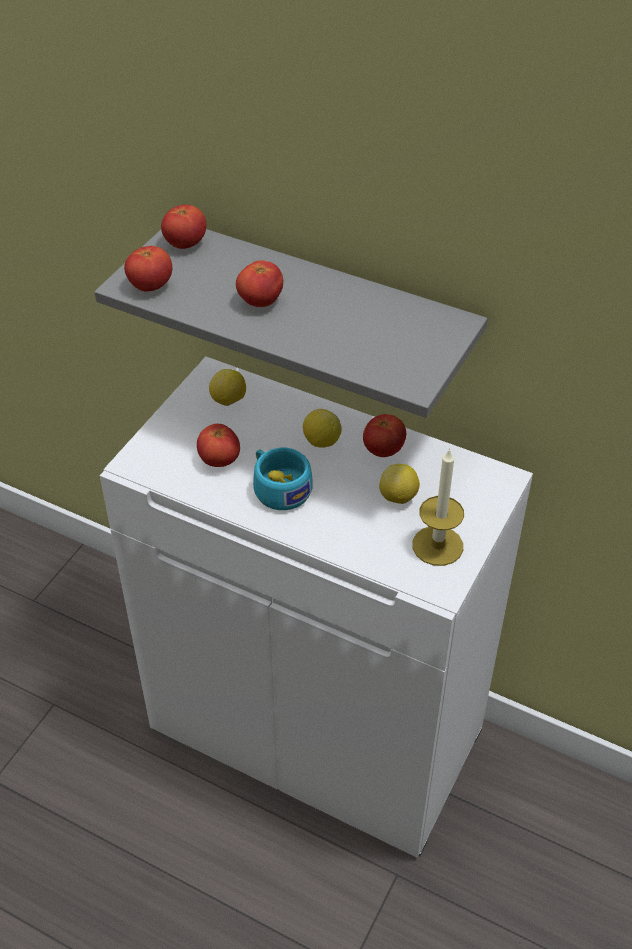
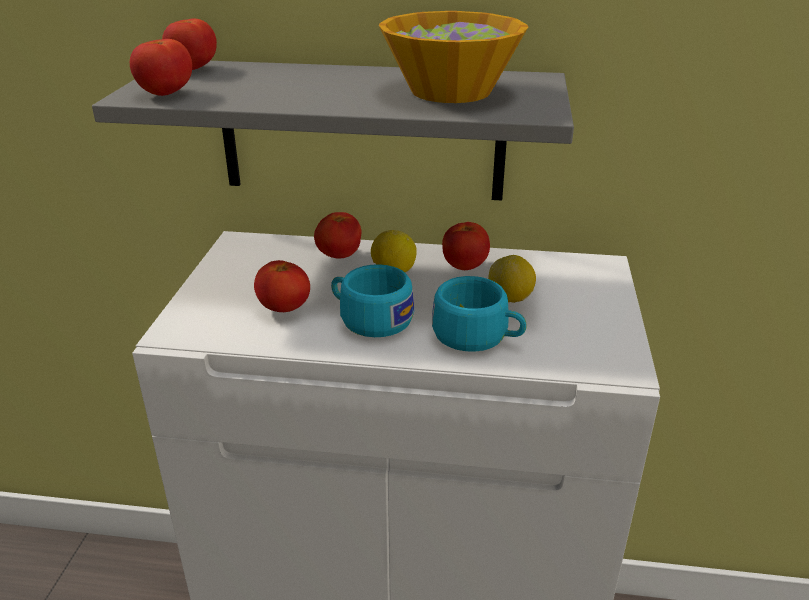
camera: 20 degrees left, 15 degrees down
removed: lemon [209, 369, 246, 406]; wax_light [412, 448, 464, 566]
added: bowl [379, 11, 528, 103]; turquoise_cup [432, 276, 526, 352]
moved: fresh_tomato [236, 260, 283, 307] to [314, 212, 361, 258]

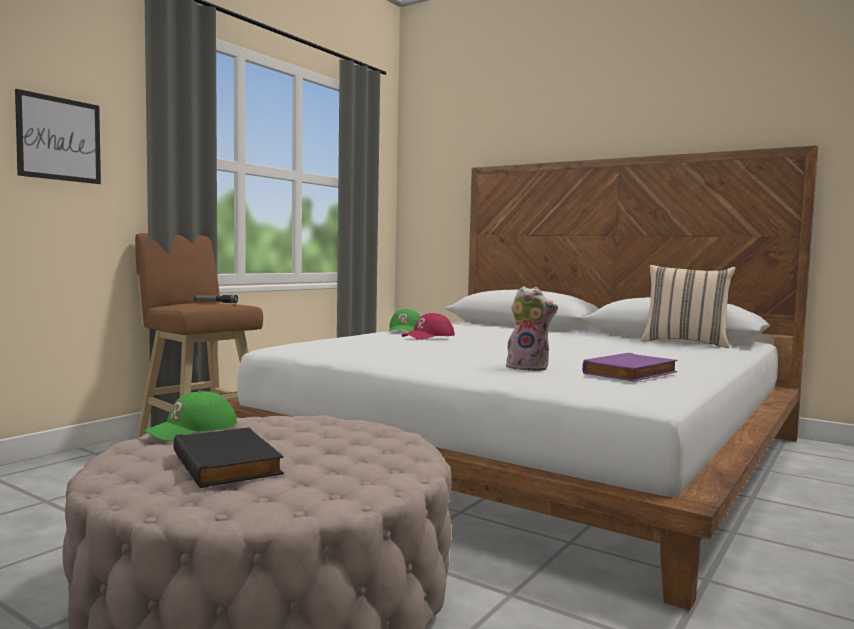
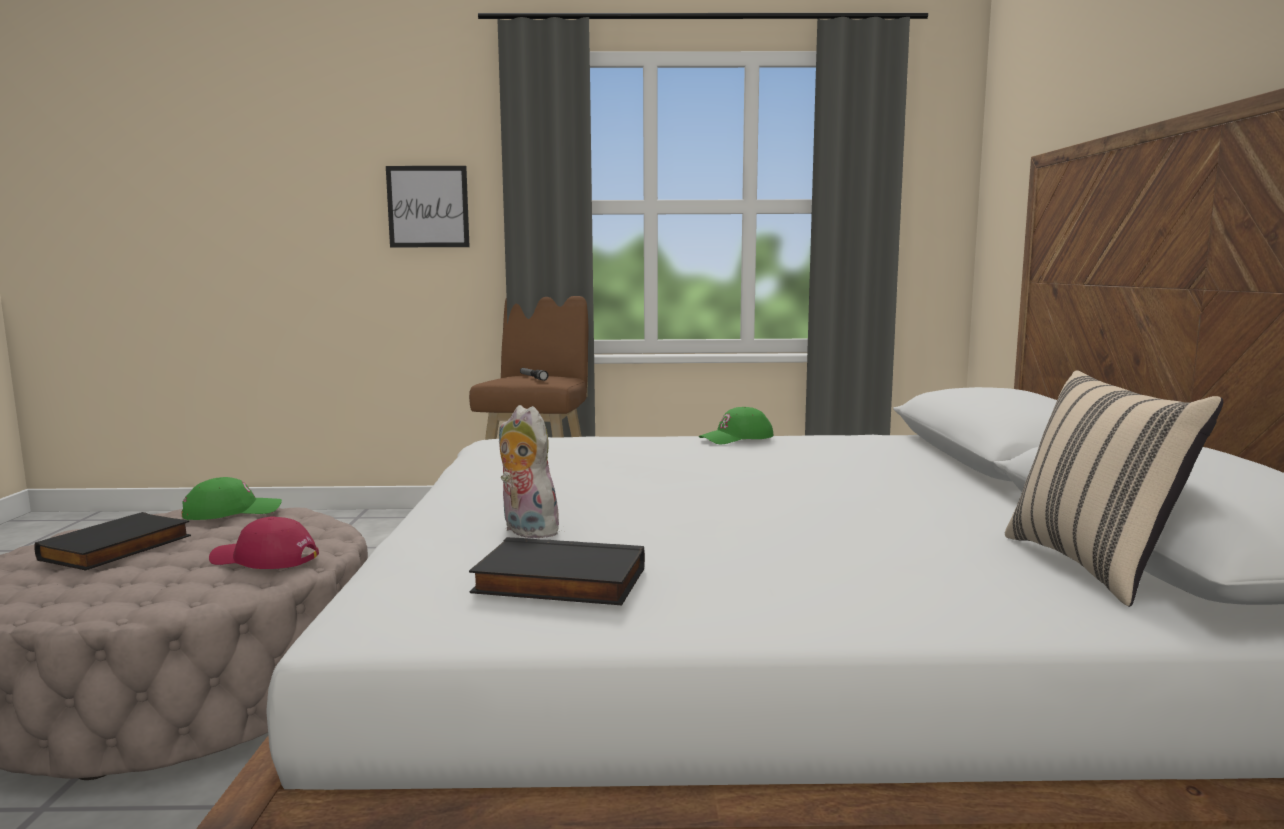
camera: 55 degrees right, 5 degrees up
moved: reddish_baseball_cap [401, 313, 455, 340] to [209, 517, 319, 569]
recoloured: purple_volume [582, 353, 678, 382] to black-coloured_volume [469, 537, 645, 605]
turned: plush_toy [506, 286, 558, 371] = [499, 405, 560, 539] 150 degrees clockwise; green-coloured_baseball_cap [142, 391, 237, 441] = [182, 477, 282, 520] 150 degrees clockwise

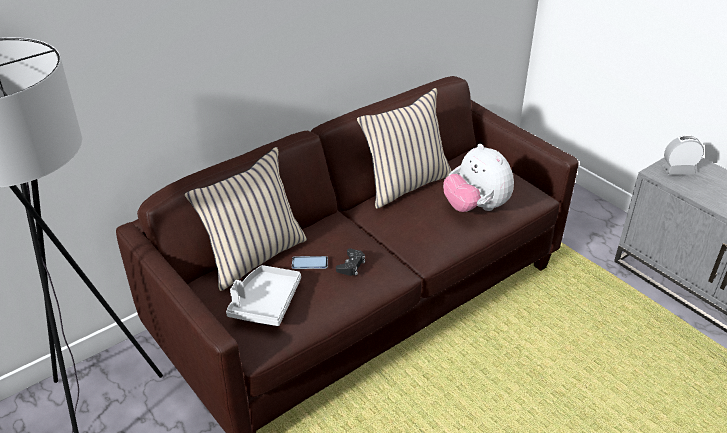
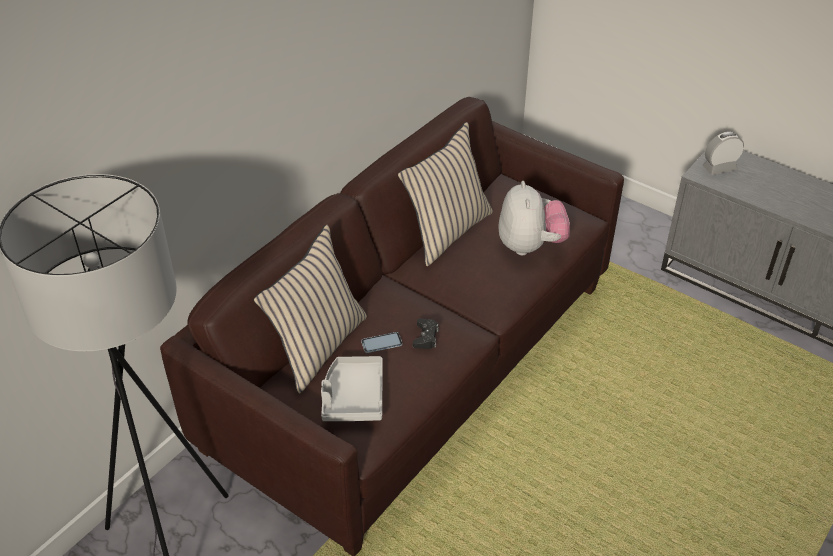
camera: 15 degrees left, 5 degrees up
turned: plush_toy [443, 144, 514, 212] = [498, 181, 570, 256] 135 degrees counterclockwise

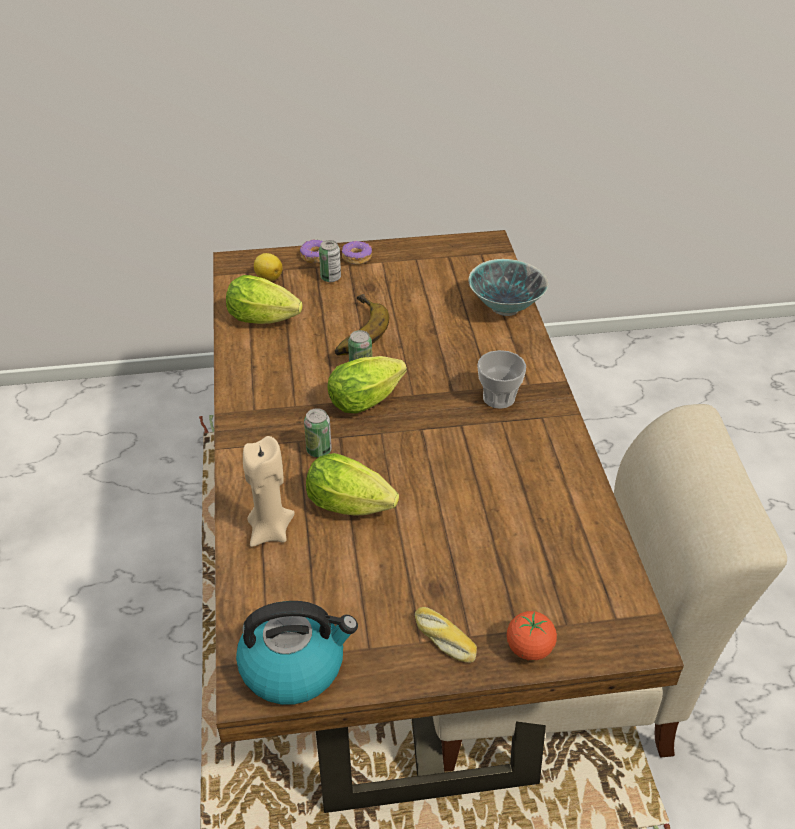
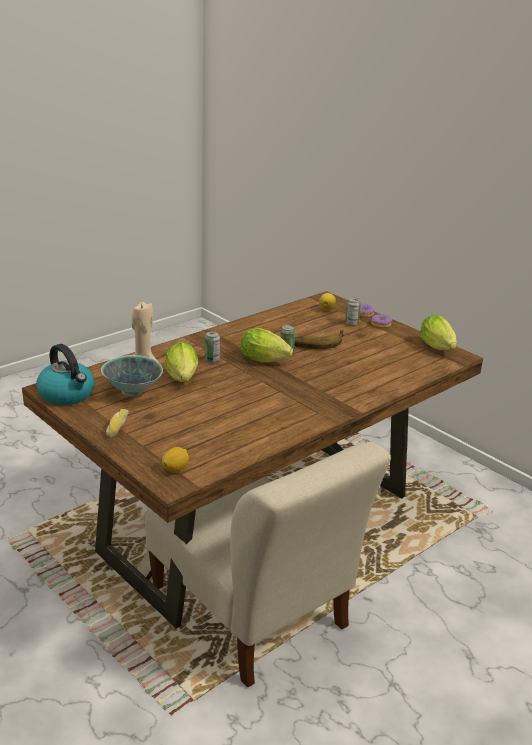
camera: 55 degrees right, 15 degrees down
removed: cup [477, 350, 526, 409]; fresh_tomato [507, 611, 557, 661]
added: lemon [162, 447, 189, 472]
moved: bowl [468, 259, 549, 316] to [101, 355, 163, 397]; lettuce_head [226, 275, 303, 324] to [420, 315, 457, 350]

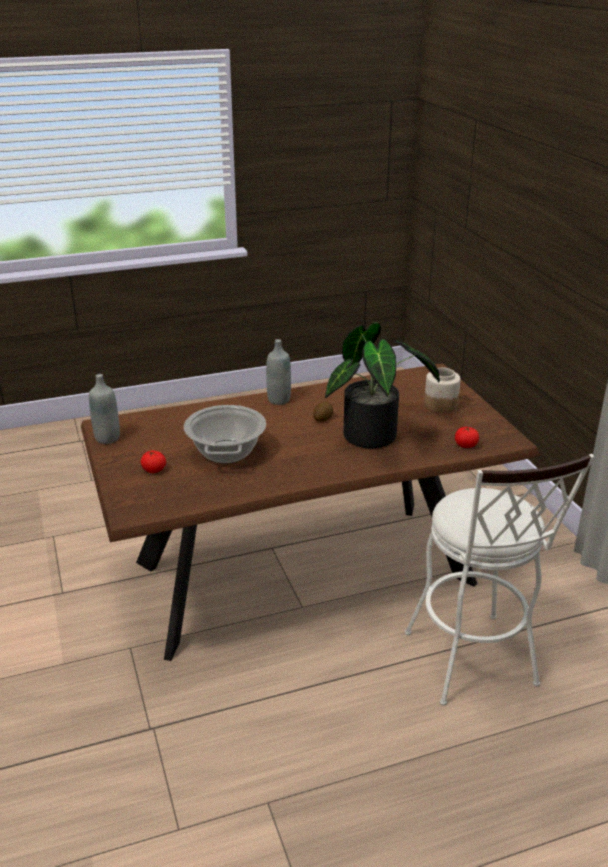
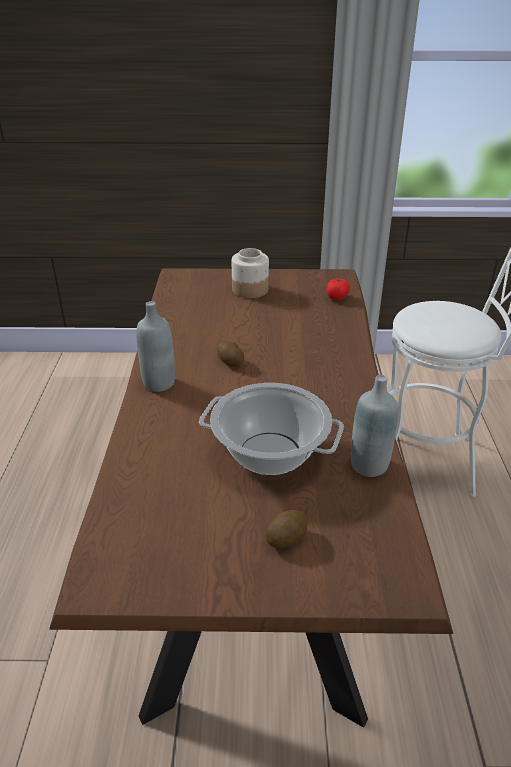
camera: 70 degrees left, 5 degrees up
removed: plant_in_a_pot [325, 322, 440, 448]
moved: grey_bottle [89, 374, 120, 444] to [351, 375, 398, 477]
replaced: fresh_tomato [141, 450, 166, 473] to potato [266, 510, 308, 548]

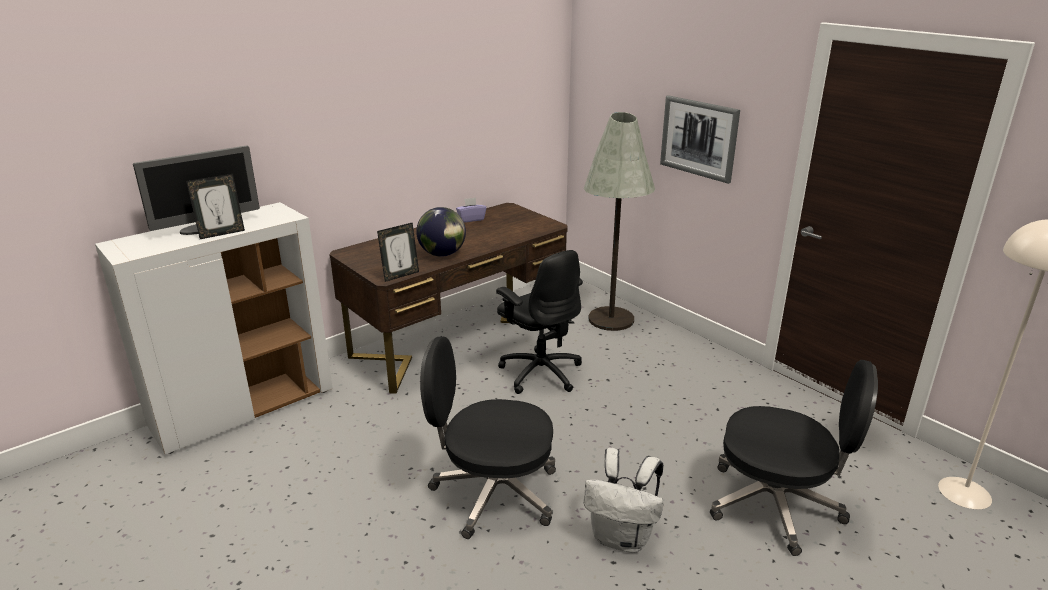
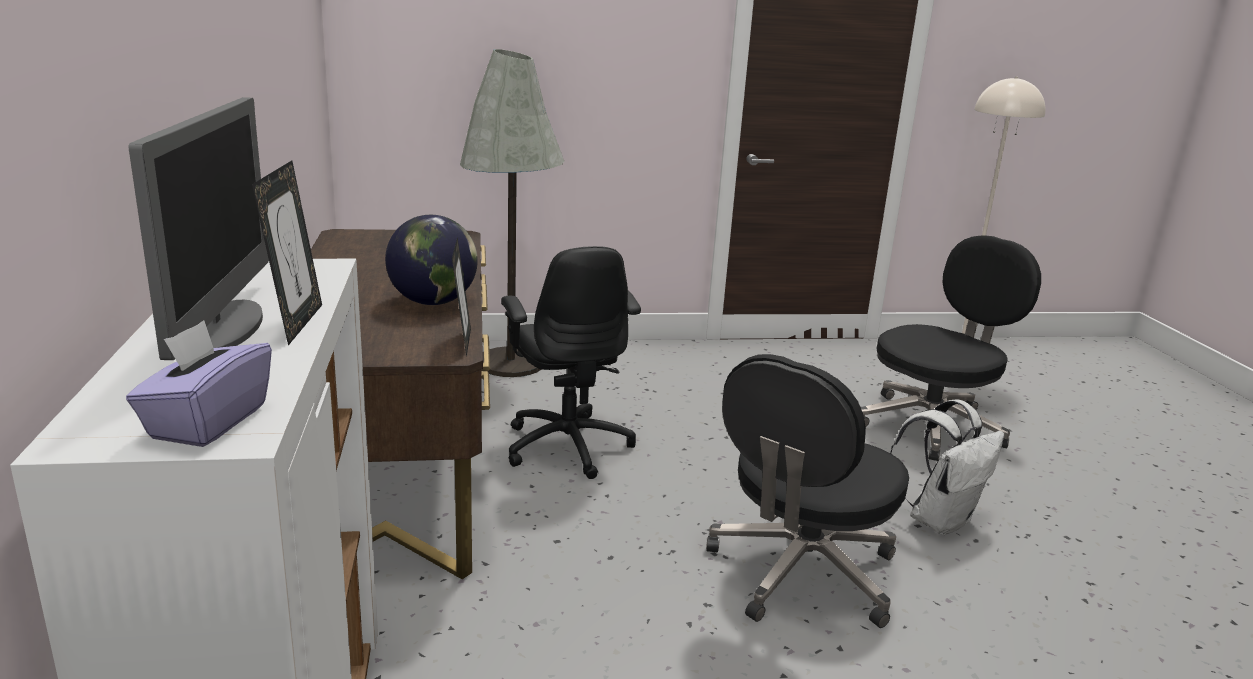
camera: 60 degrees left, 5 degrees down
removed: wall_picture [660, 95, 740, 184]
moved: purple_tissue_holder [456, 198, 486, 222] to [126, 321, 272, 447]
turned: black-coloured_office_chair [496, 250, 583, 394] = [501, 246, 641, 479] 75 degrees clockwise

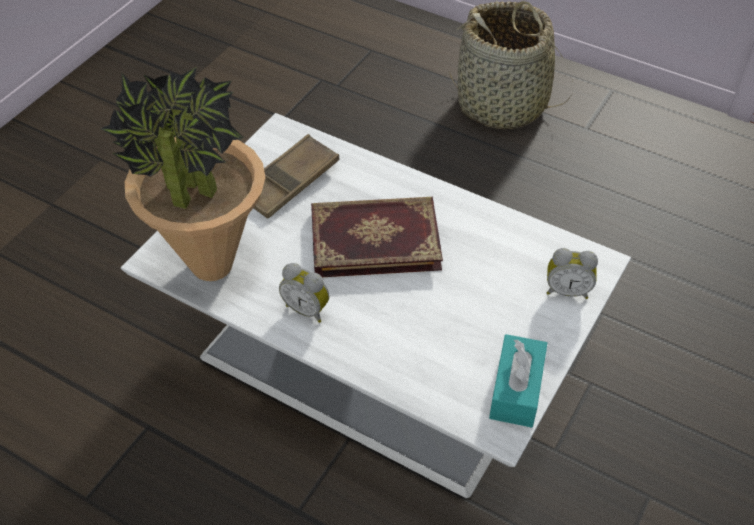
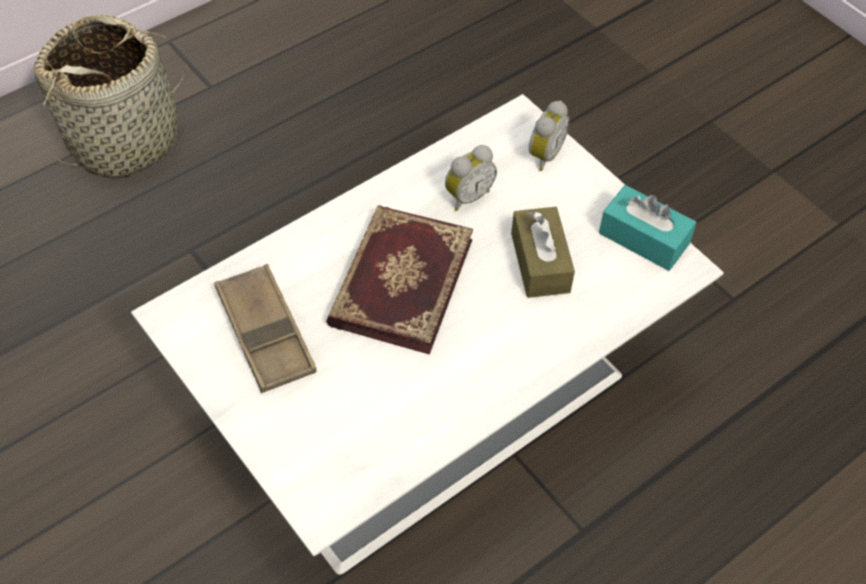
camera: 70 degrees left, 5 degrees up
removed: plant_in_a_pot [100, 67, 265, 281]
added: brown_tissue_holder [511, 207, 575, 298]
moved: table_clock [279, 263, 329, 323] to [445, 145, 497, 211]

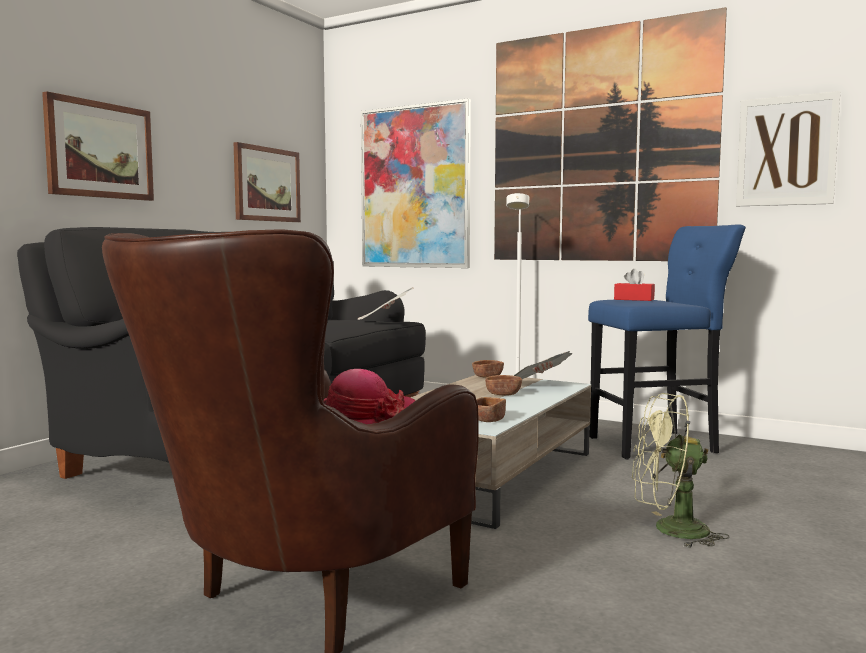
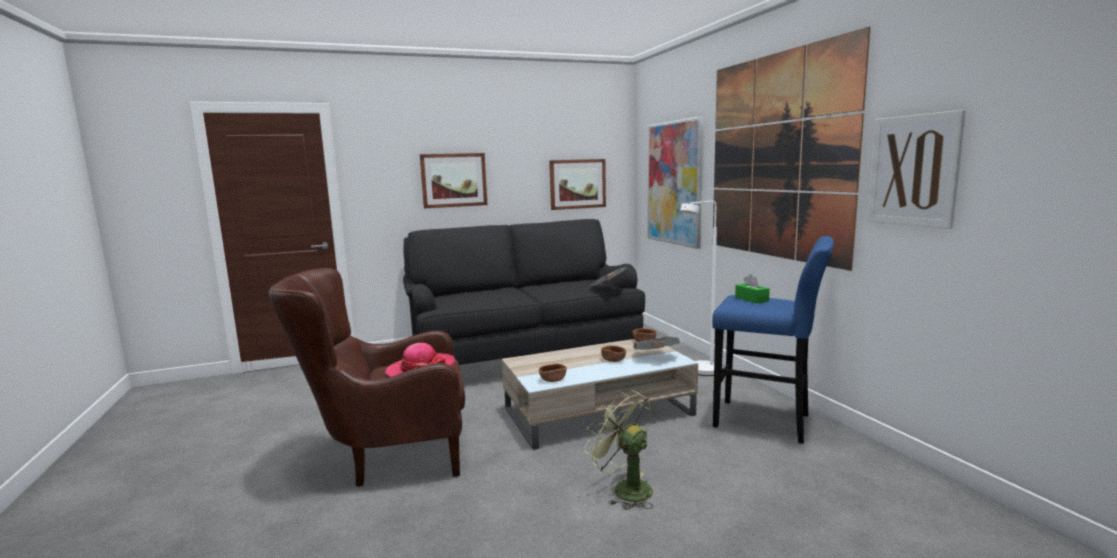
camera: 40 degrees right, 5 degrees up
recoloured: reddish_tissue_holder [614, 269, 655, 301] to green-coloured_tissue_holder [735, 274, 770, 304]

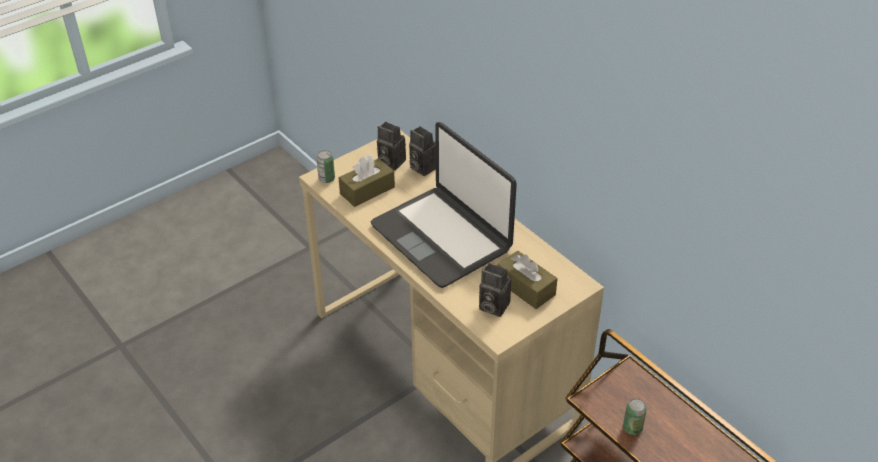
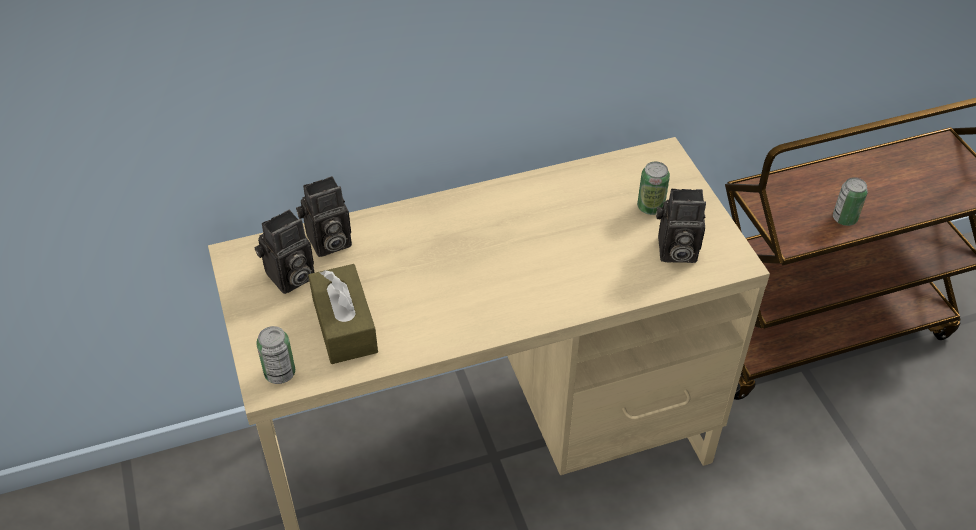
camera: 70 degrees left, 5 degrees up
removed: laptop [370, 122, 517, 288]
replaced: brown_tissue_holder [498, 251, 557, 309] to sealed_can [637, 161, 670, 215]
turned: photo_camera [479, 263, 511, 317] = [656, 189, 706, 263] 45 degrees clockwise

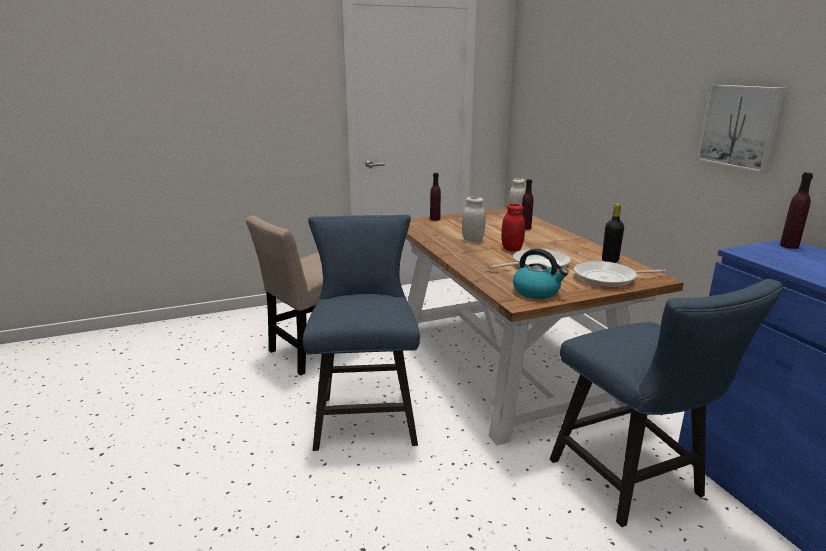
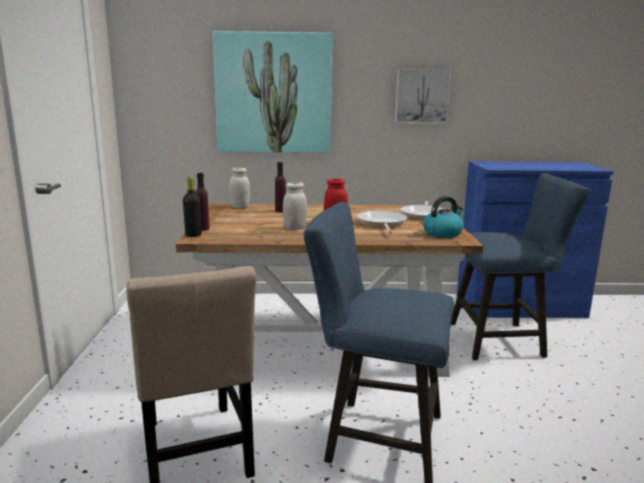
camera: 70 degrees left, 5 degrees down
removed: purple_bottle [780, 172, 813, 249]
added: wall_picture [213, 31, 332, 153]
moved: black-coloured_bottle [602, 203, 624, 263] to [183, 177, 202, 237]

